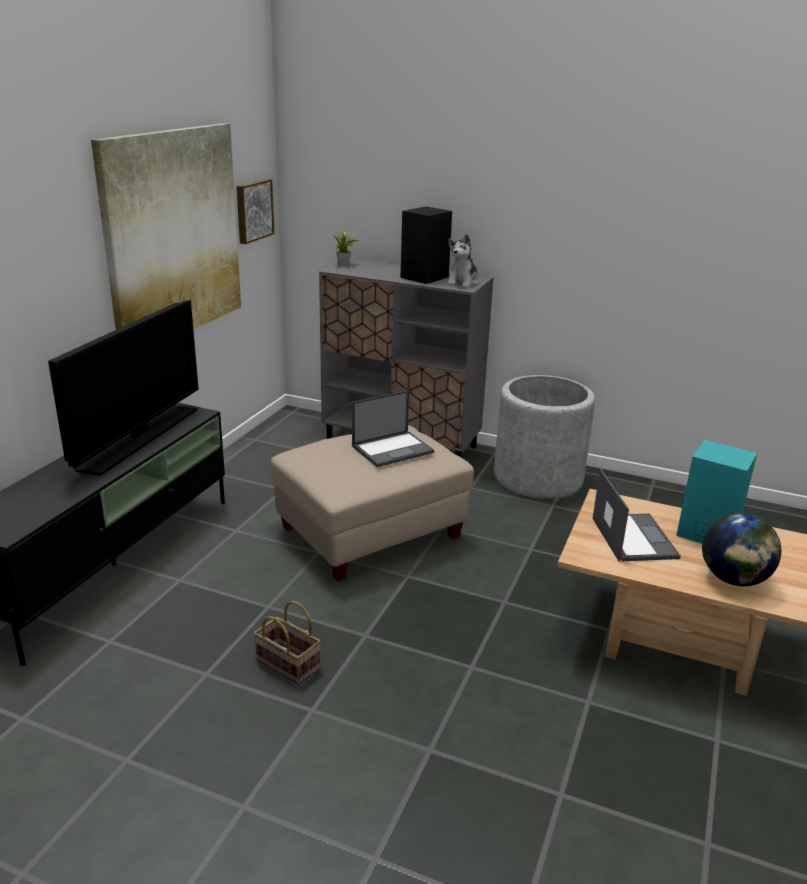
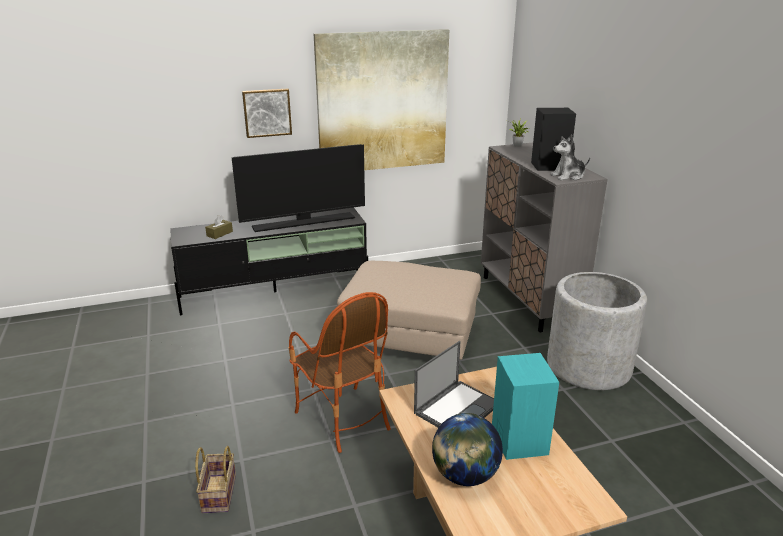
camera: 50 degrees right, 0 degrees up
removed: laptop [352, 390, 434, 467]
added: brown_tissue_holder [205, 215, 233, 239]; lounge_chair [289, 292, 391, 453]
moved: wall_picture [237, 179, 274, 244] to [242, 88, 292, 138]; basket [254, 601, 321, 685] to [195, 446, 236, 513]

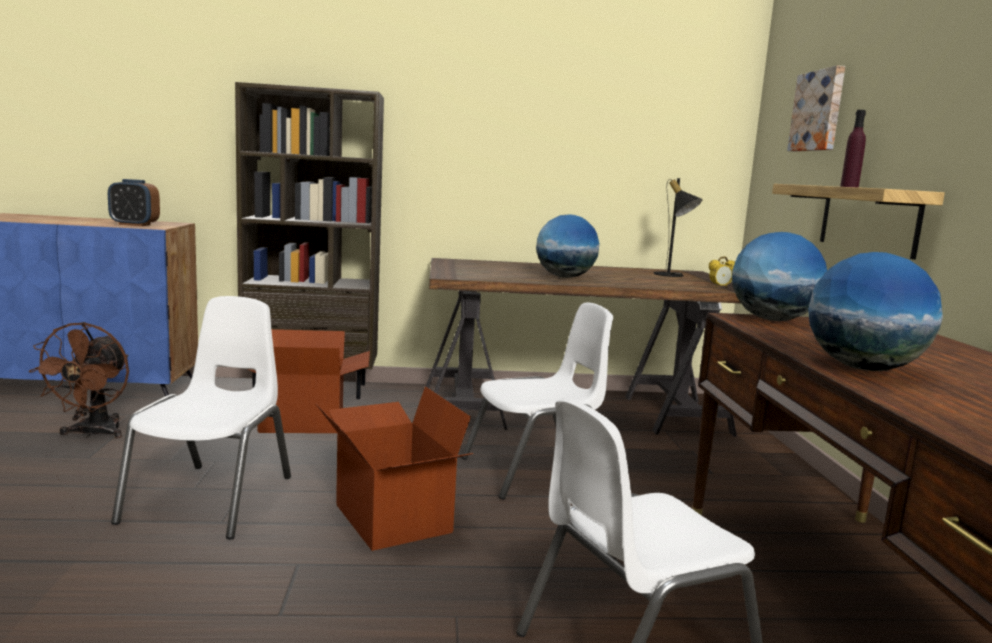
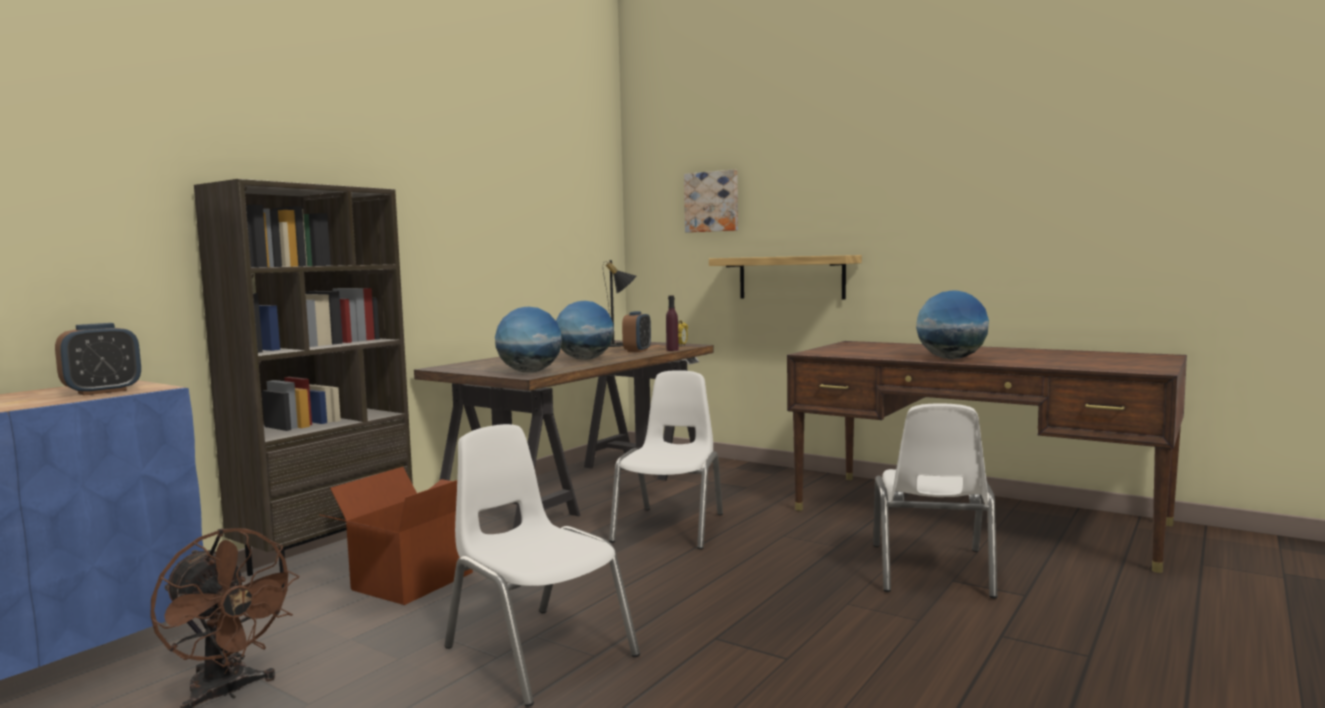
camera: 50 degrees left, 5 degrees down
removed: packing_box [315, 387, 473, 551]
added: table_clock [622, 311, 651, 352]
moved: purple_bottle [840, 110, 866, 188] to [666, 296, 679, 351]; globe [732, 232, 827, 321] to [495, 307, 562, 372]

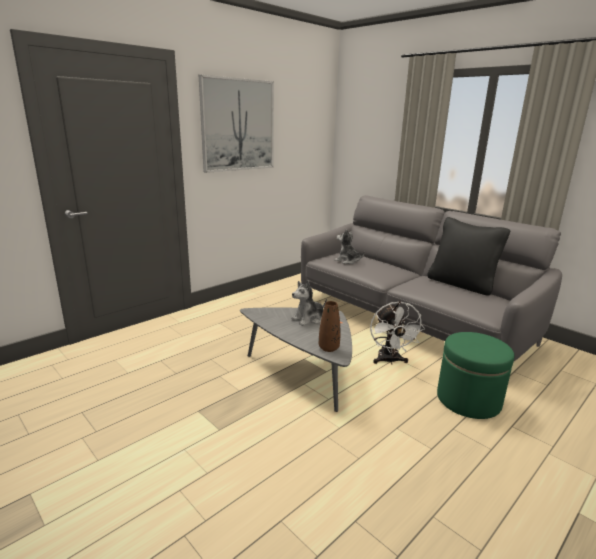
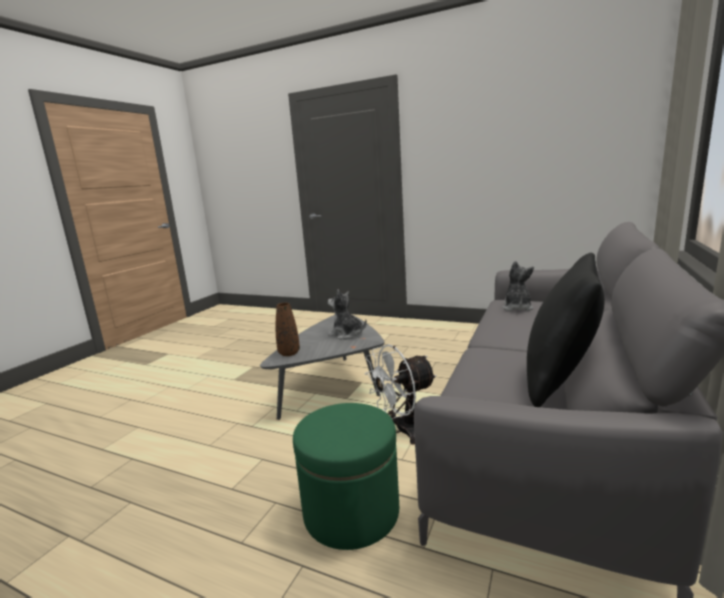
camera: 70 degrees right, 5 degrees down
removed: wall_picture [199, 75, 274, 173]

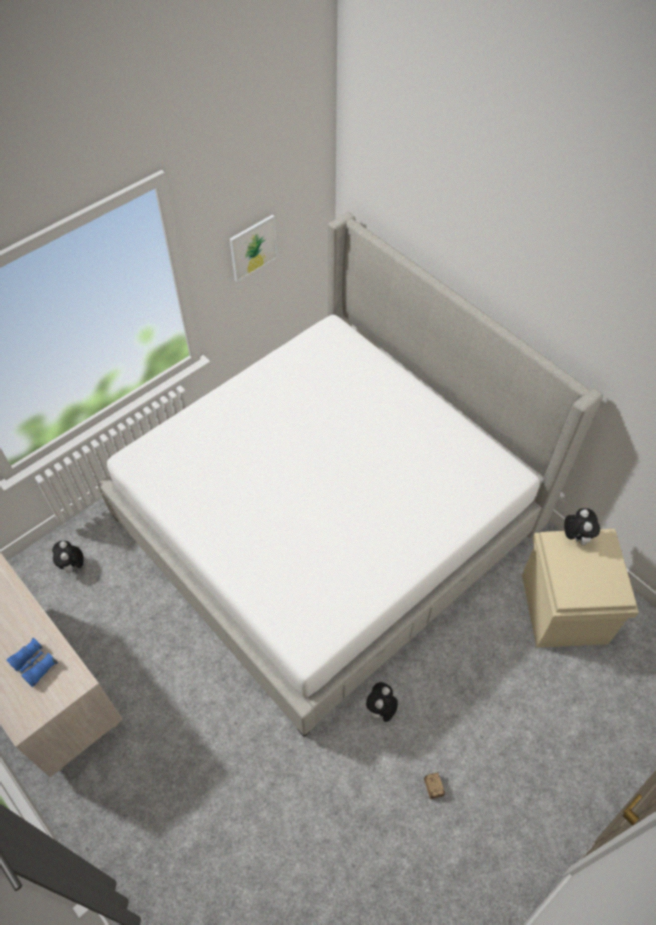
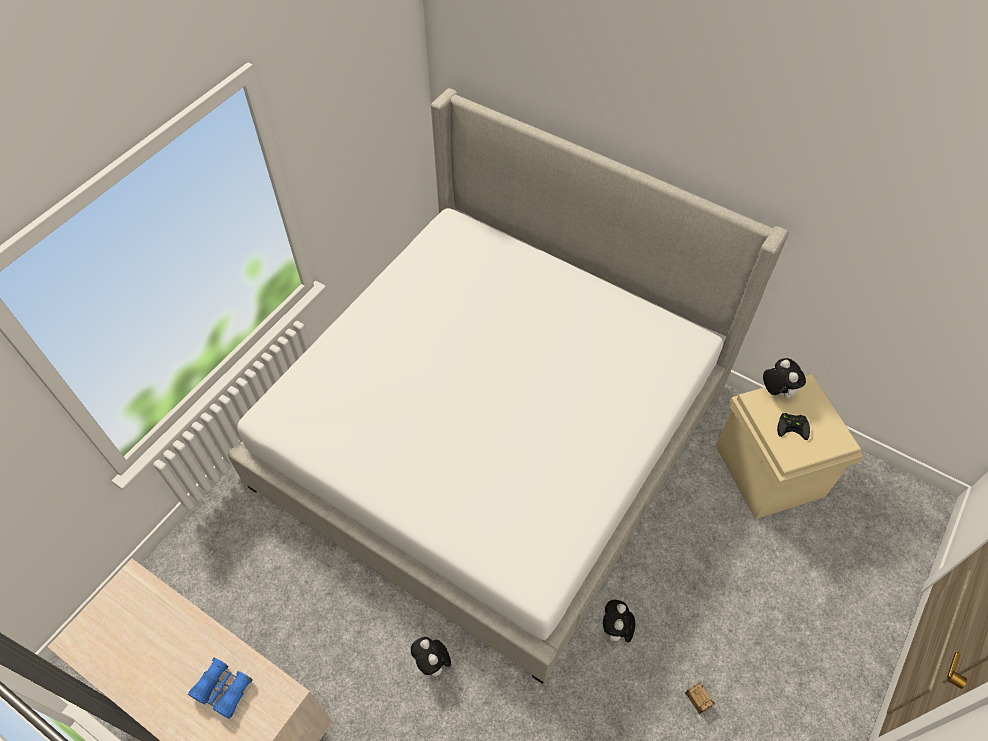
camera: 15 degrees left, 0 degrees up
removed: wall_picture [230, 214, 277, 282]
added: black-coloured_game_controller [777, 413, 810, 440]
moved: plush_toy [52, 541, 84, 576] to [411, 637, 451, 681]

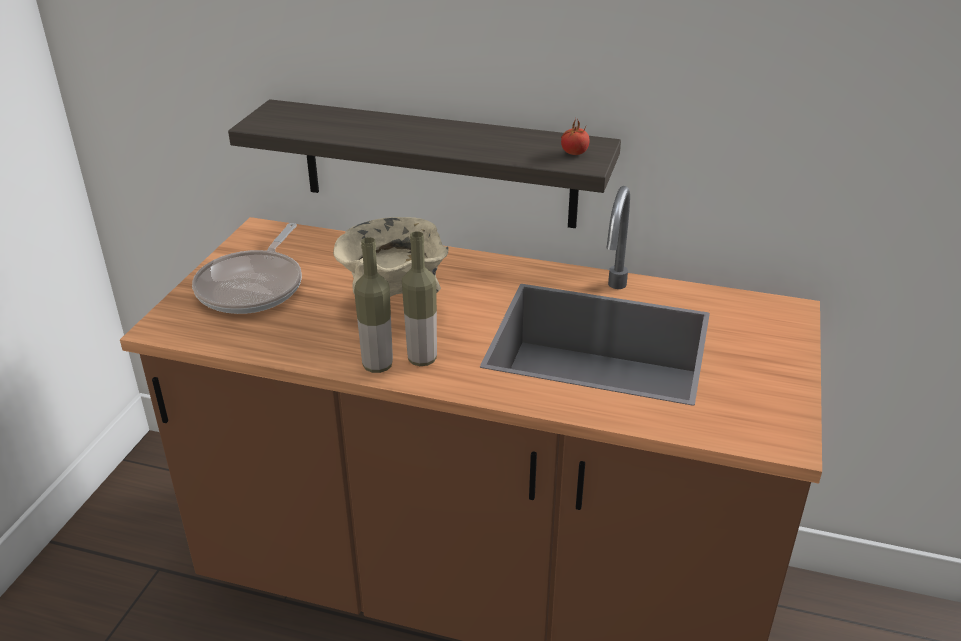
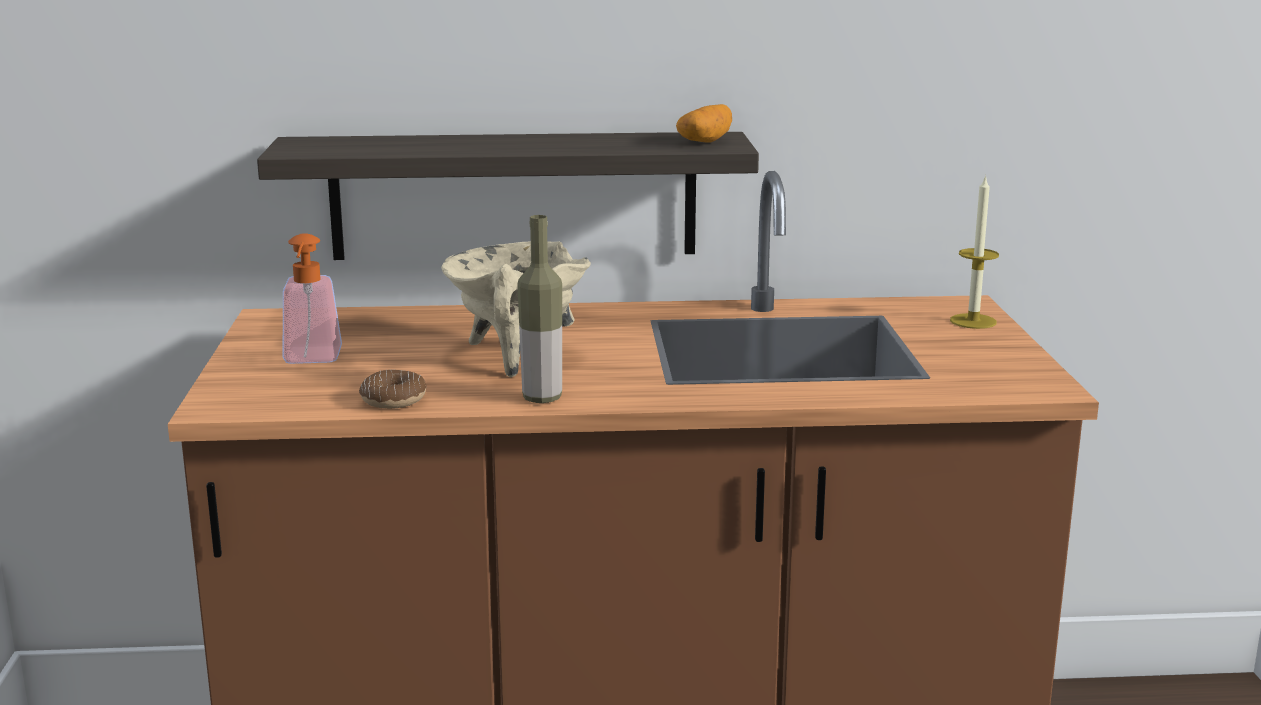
camera: 20 degrees left, 15 degrees down
removed: bottle [402, 231, 437, 366]
added: wax_light [950, 175, 999, 329]; donut [359, 370, 426, 409]
replaced: fresh_tomato [561, 118, 590, 155] to potato [676, 104, 732, 142]; pan [192, 223, 302, 314] to soap_bottle [283, 233, 342, 364]

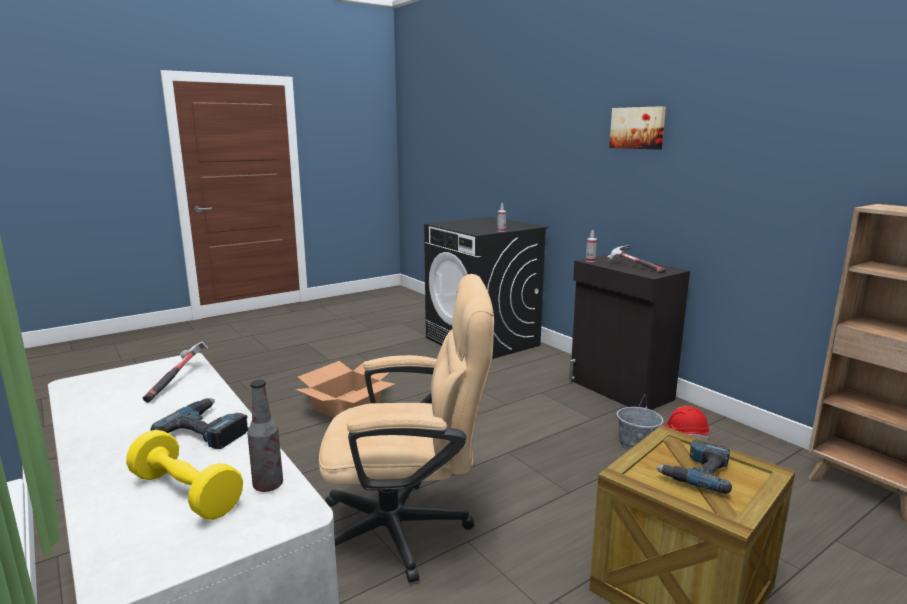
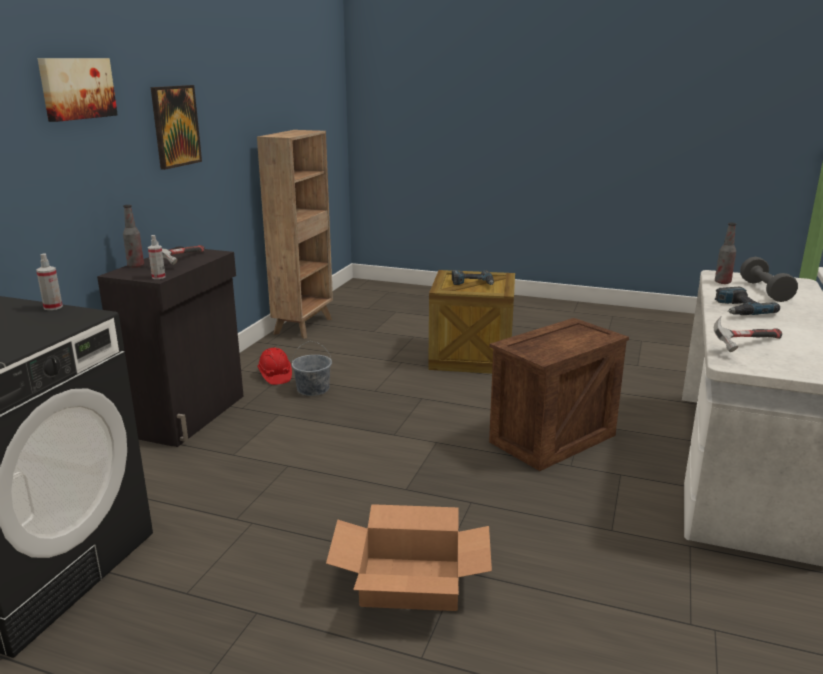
camera: 125 degrees left, 5 degrees up
added: wall_picture [151, 85, 202, 170]; bottle [123, 205, 144, 268]
replaced: beige_office_chair [319, 274, 494, 583] to packing_crate [489, 318, 629, 471]
recoloured: yellowish_free_weight [126, 430, 243, 520] to grey_free_weight [740, 257, 798, 302]

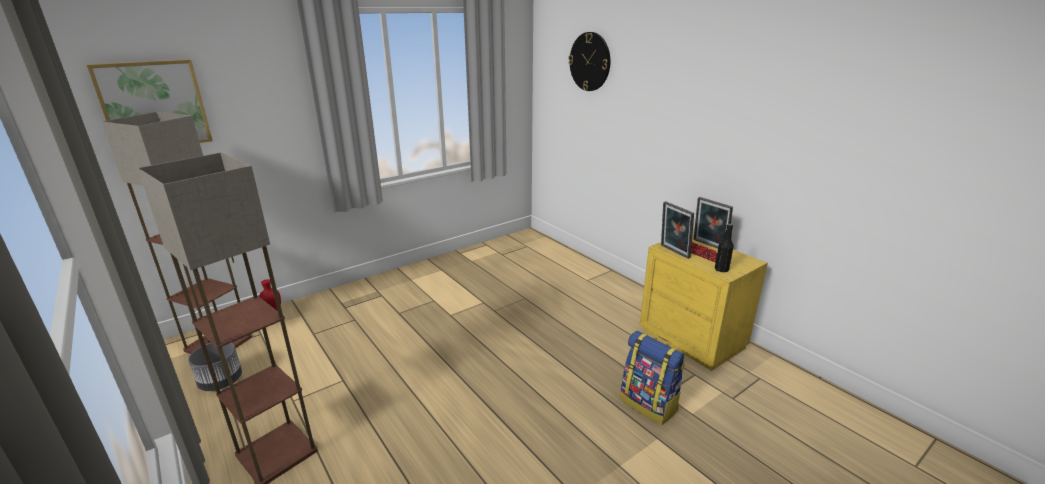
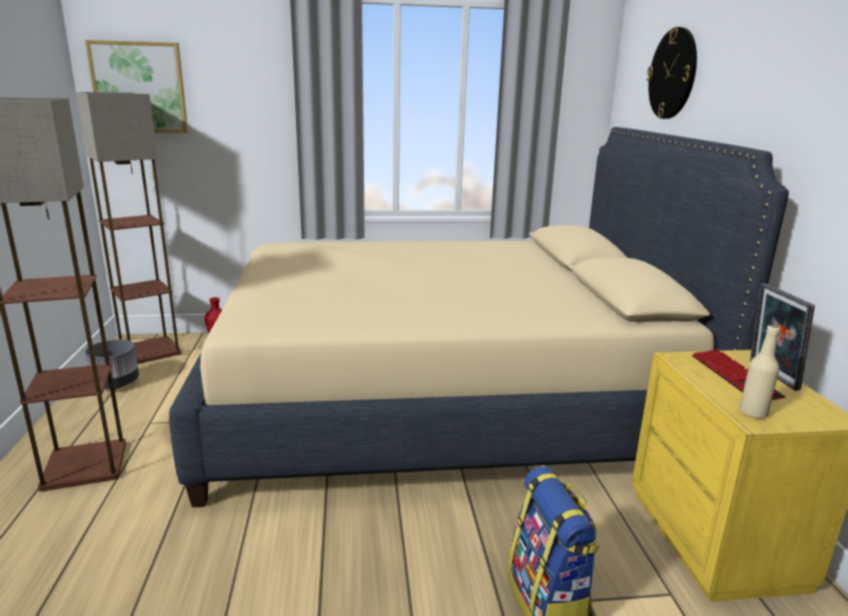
camera: 30 degrees right, 5 degrees down
removed: standing_frame [661, 201, 694, 259]
added: beige_bedroom_bed [169, 127, 789, 507]
recoloured: black-coloured_bottle [715, 224, 734, 272] to beige_bottle [739, 325, 780, 419]

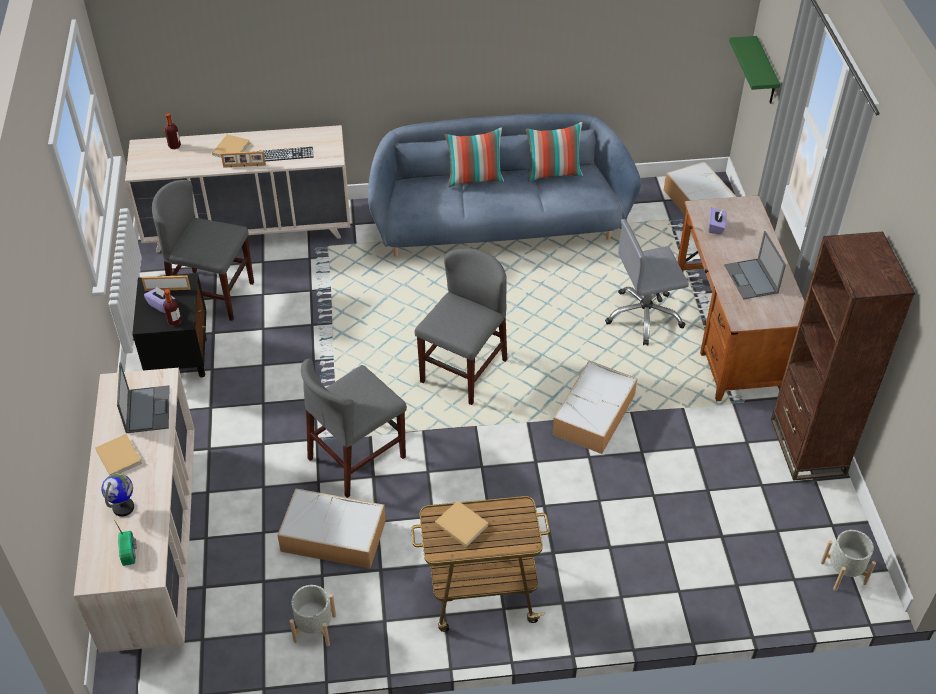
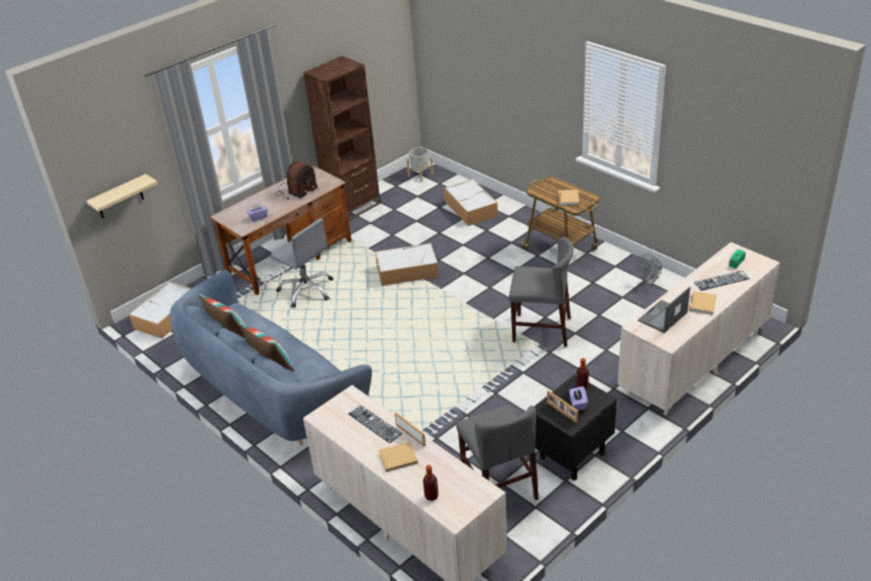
camera: 125 degrees left, 10 degrees down
removed: grey_upright_chair [415, 248, 507, 405]
moved: storage_bin [277, 488, 386, 569] to [444, 179, 498, 226]
replaced: laptop [724, 231, 786, 299] to radio_receiver [275, 161, 318, 199]; globe [102, 473, 134, 517] to keyboard [694, 271, 750, 291]; grey_flower_pot [290, 585, 336, 646] to grey_electric_fan [637, 254, 662, 285]
recoloured: green-coloured_shelf [729, 36, 780, 104] to beige_shelf [87, 174, 158, 218]

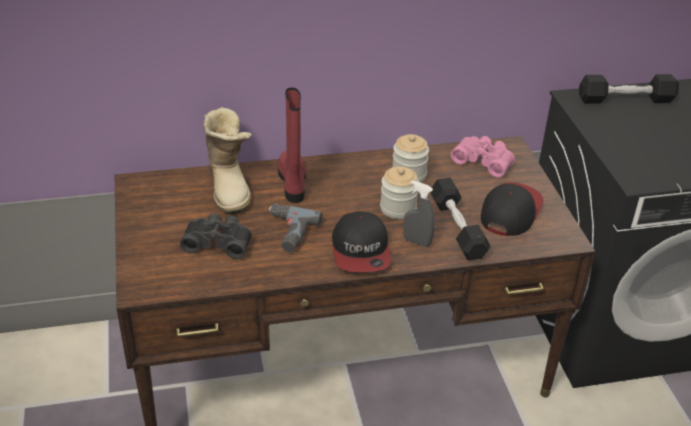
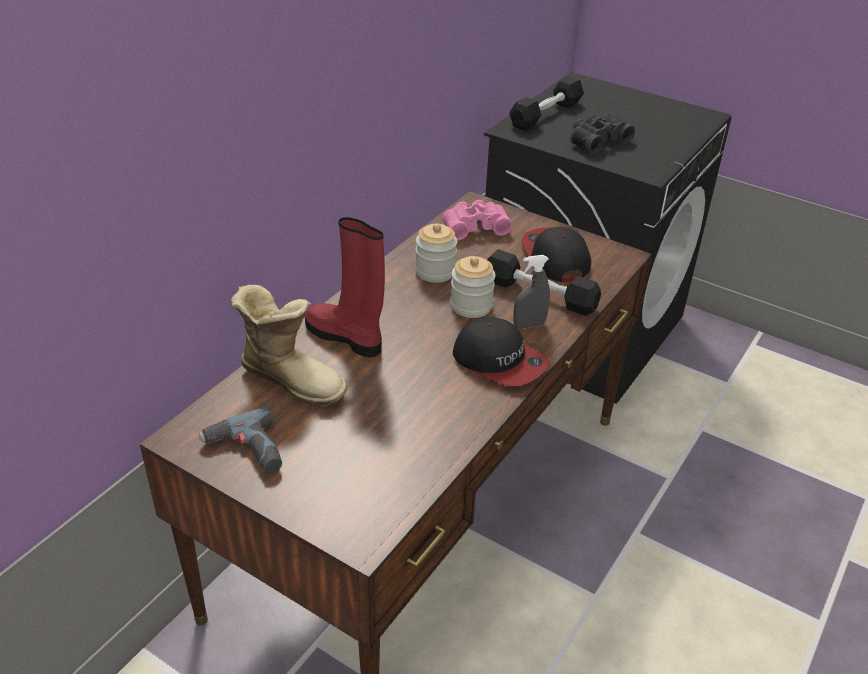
camera: 45 degrees left, 0 degrees up
moved: drill [269, 204, 322, 252] to [198, 406, 282, 473]; black-coloured_binoculars [180, 214, 252, 259] to [570, 114, 635, 155]

